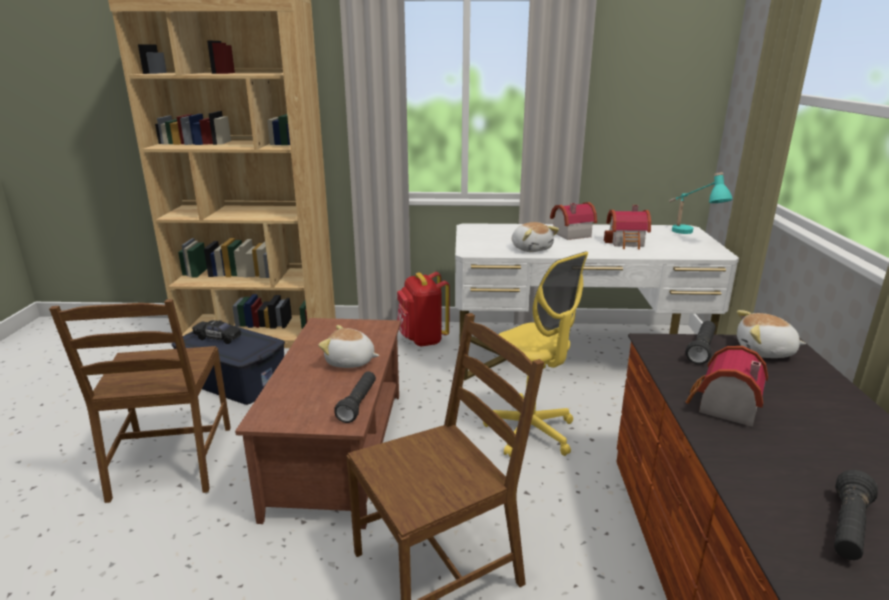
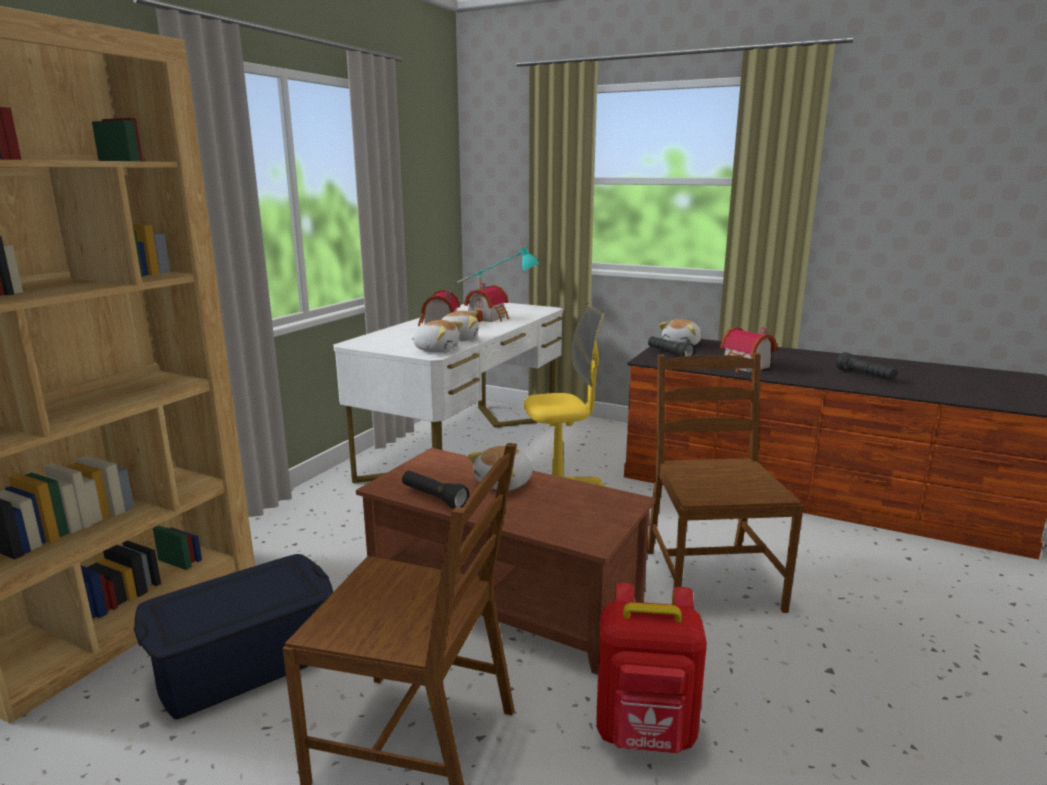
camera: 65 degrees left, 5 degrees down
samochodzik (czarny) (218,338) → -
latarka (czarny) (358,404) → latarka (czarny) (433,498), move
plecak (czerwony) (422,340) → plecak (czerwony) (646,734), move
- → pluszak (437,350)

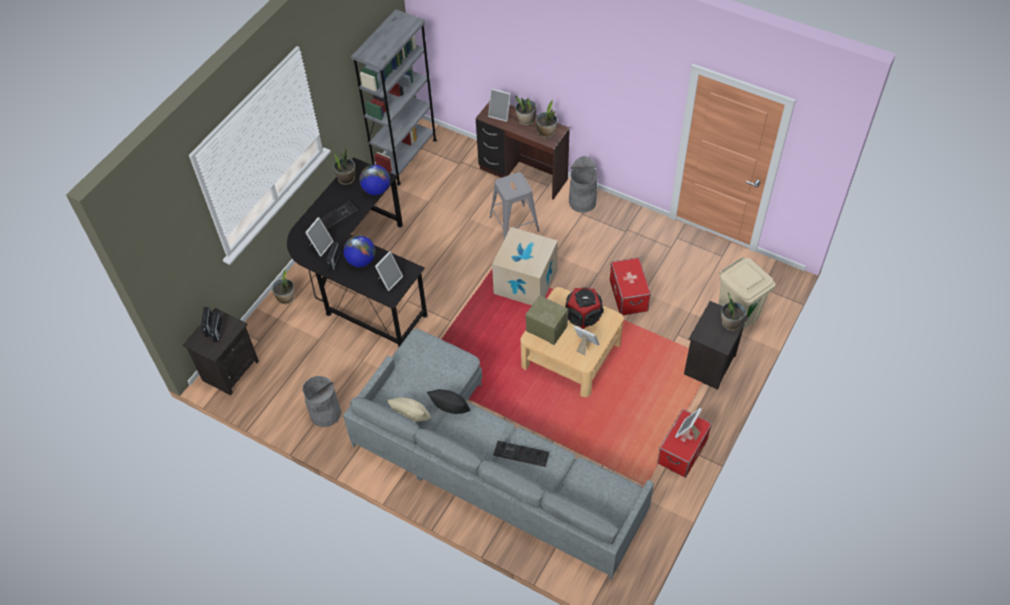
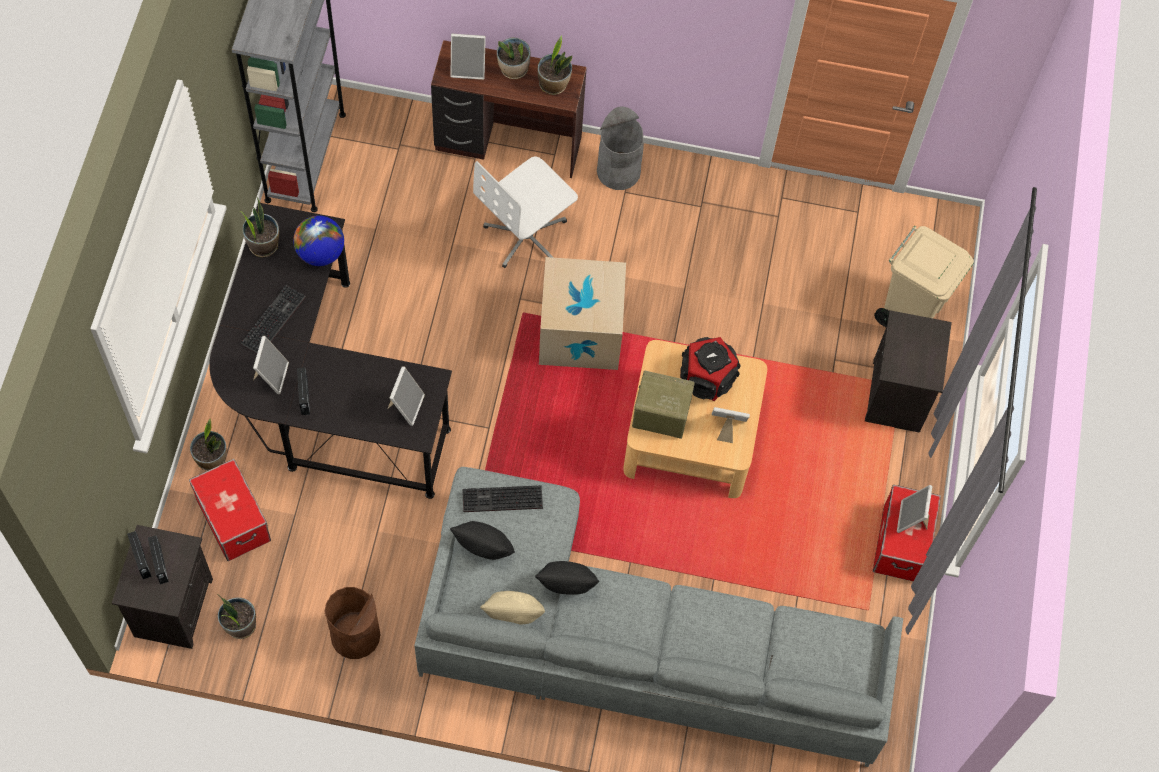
camera: 25 degrees left, 10 degrees up
kosz na śmieci (szary) (325,413) → kosz na śmieci (brązowy) (355,635)
globus (361,261) → -
stołek (szary) (514,224) → krzesło biurowe (biały) (527,235)
klawiatura (520,455) → klawiatura (501,501), move
pojemnik do przechowywania (629,295) → pojemnik do przechowywania (234,520), move
roślina doniczkowa (730,323) → roślina doniczkowa (240,625), move
- → poduszka (czarny) (483,548)

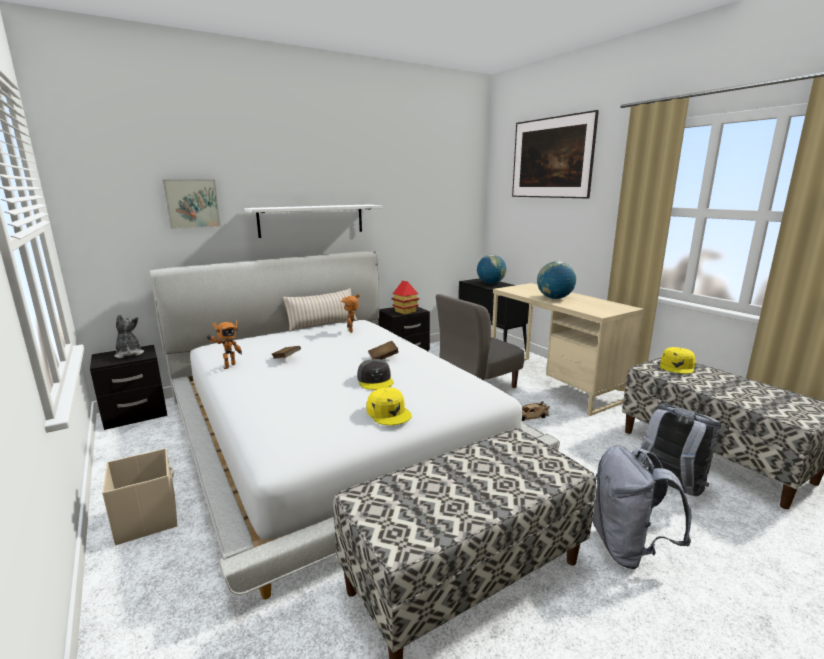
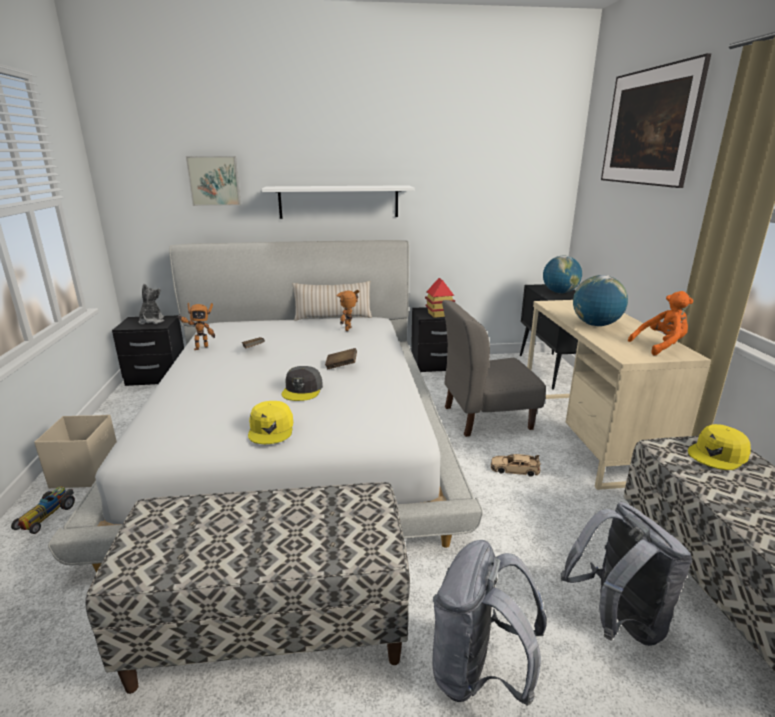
camera: 25 degrees right, 5 degrees up
- → samochodzik (48,515)
- → pluszak (pomarańczowy) (660,346)

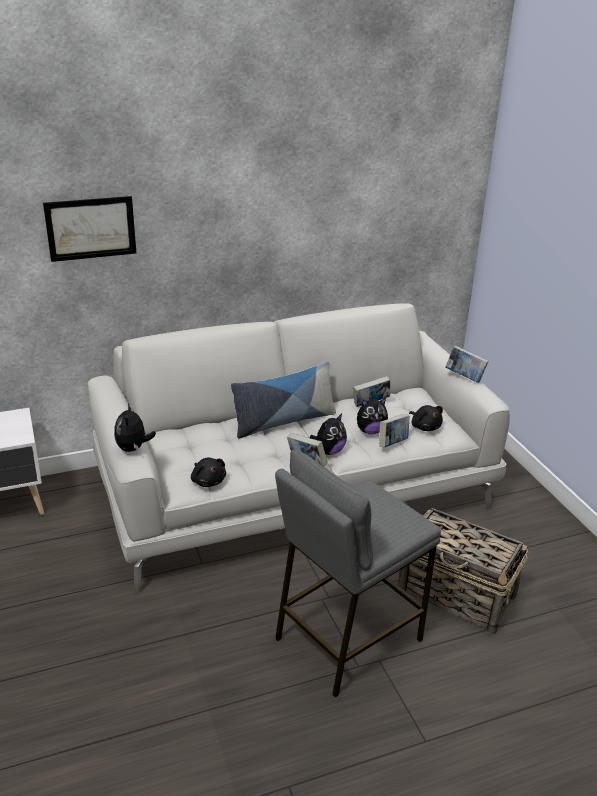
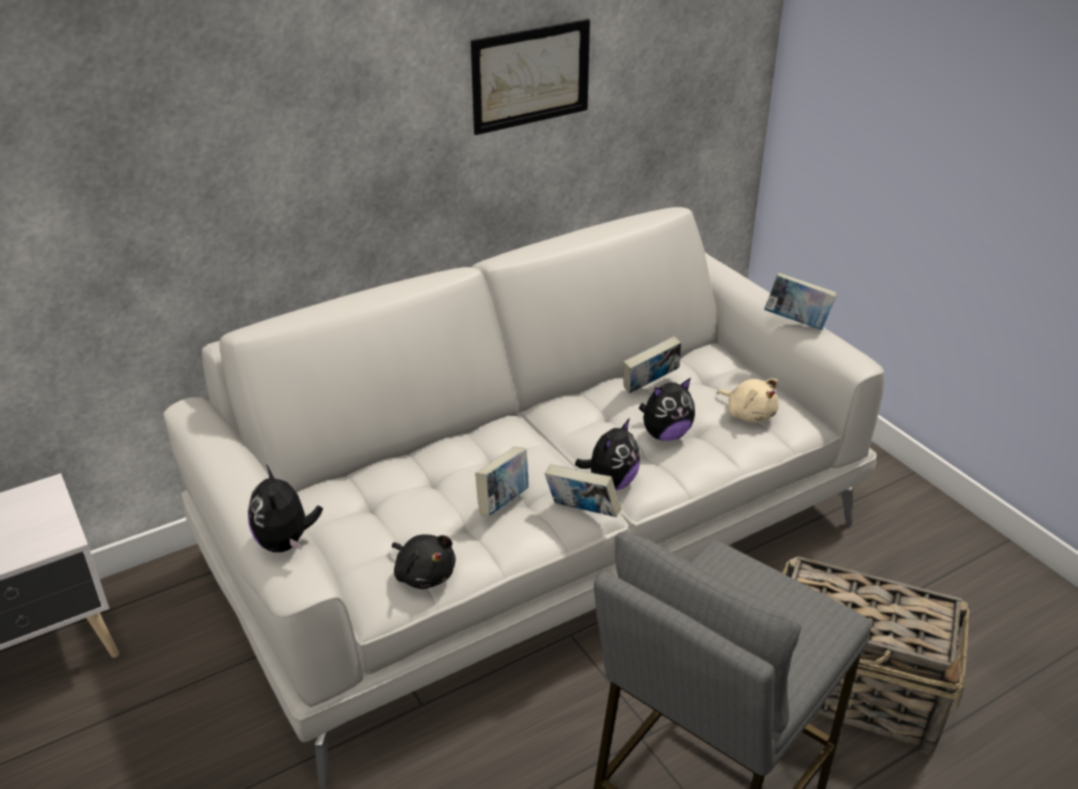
camera: 10 degrees left, 5 degrees up
obraz (91,228) → obraz (531,76), move
poduszka (283,421) → -
książka (393,443) → książka (503,502), move
pluszak (czarny) (425,427) → pluszak (beżowy) (748,414)

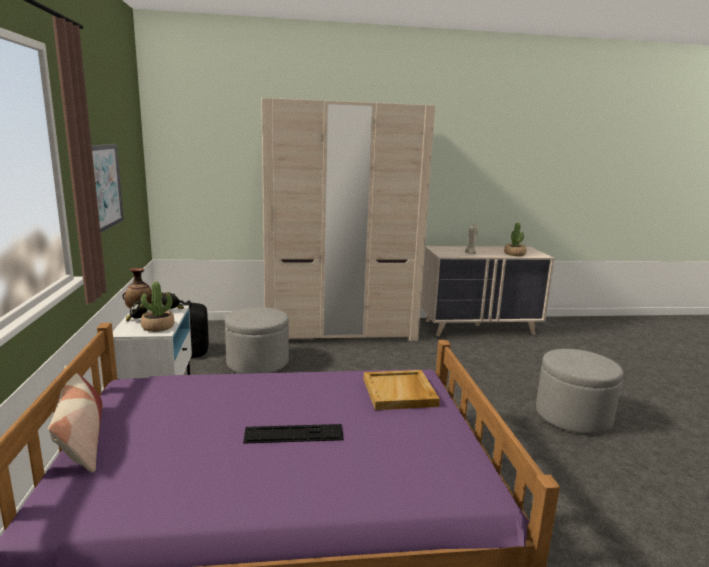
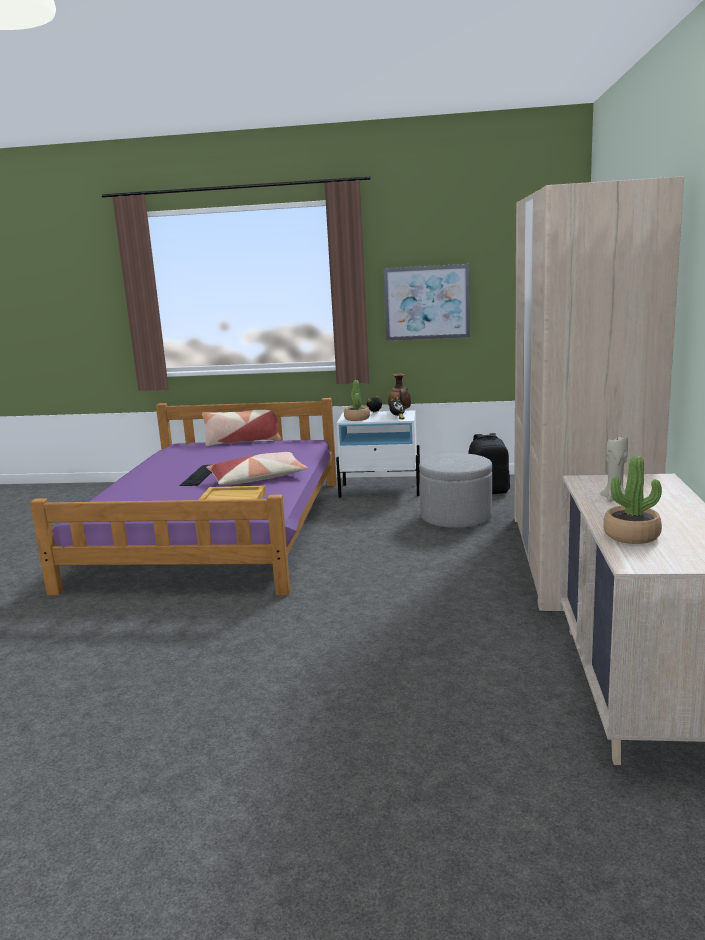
camera: 105 degrees right, 0 degrees up
pufa (szary) (573,416) → -
- → poduszka (258,478)

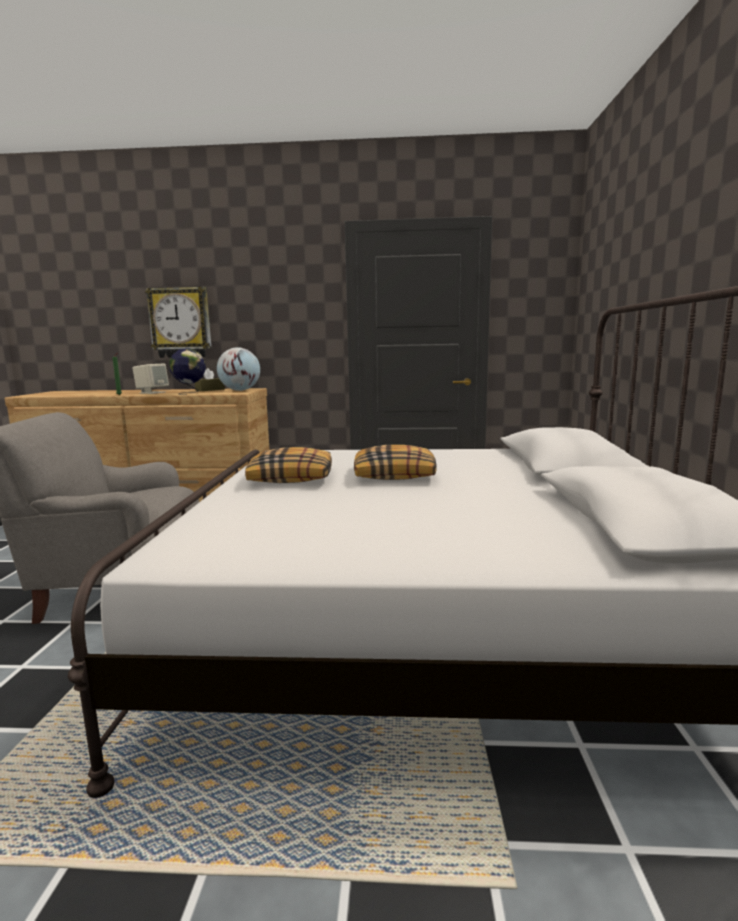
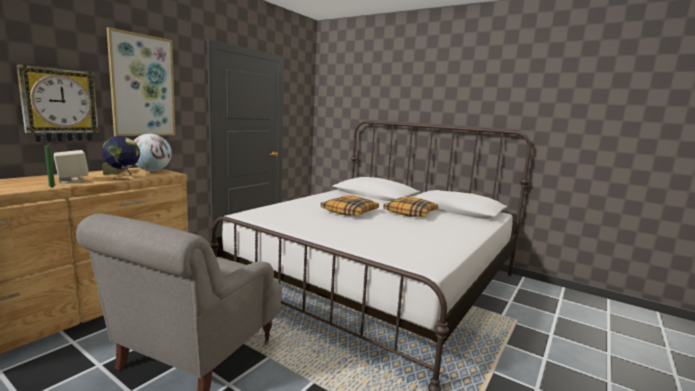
camera: 60 degrees left, 0 degrees up
poduszka (292,478) → poduszka (410,213), move
- → obraz (142,86)

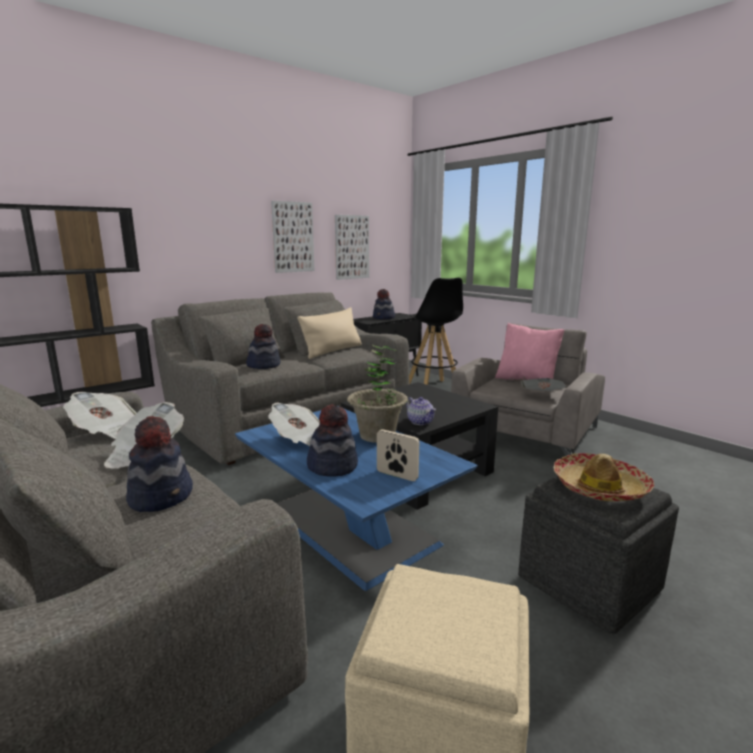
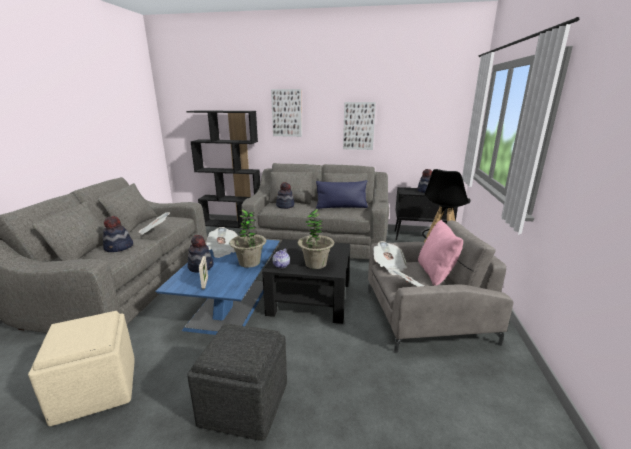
camera: 50 degrees right, 5 degrees up
gazeta (107,432) → gazeta (389,266), move
poduszka (beżowy) (332,351) → poduszka (niebieski) (341,207)
obraz (351,247) → obraz (286,113), move
kapelusz (600,487) → -
- → roślina doniczkowa (315,264)

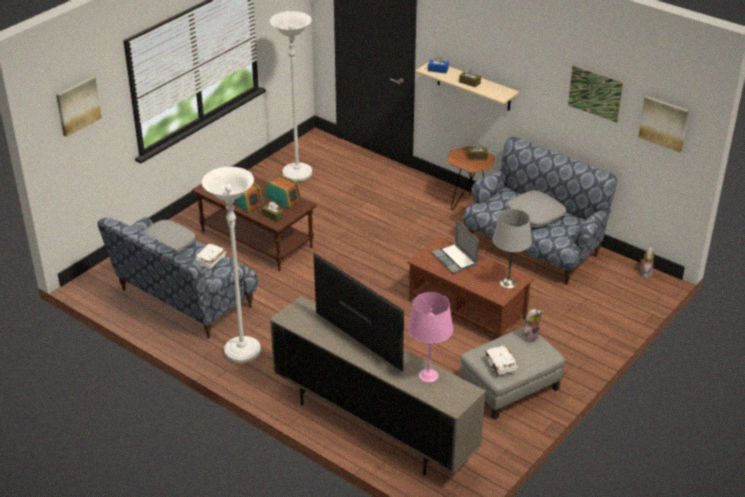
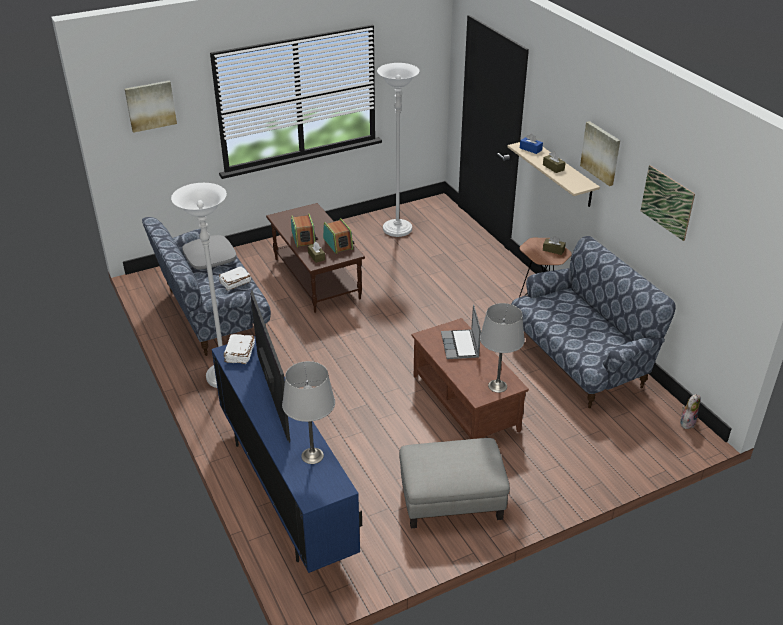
camera: 25 degrees right, 0 degrees up
szafka pod telewizor (beżowy) (372,426) → szafka pod telewizor (niebieski) (285,491)
lampa stołowa (różowy) (429,376) → lampa stołowa (szary) (312,456)
książka (biały) (500,365) → książka (biały) (239,354), move
poduszka (szary) (536,214) → -
pluszak (530,336) → -
obraz (664,123) → obraz (601,153), move

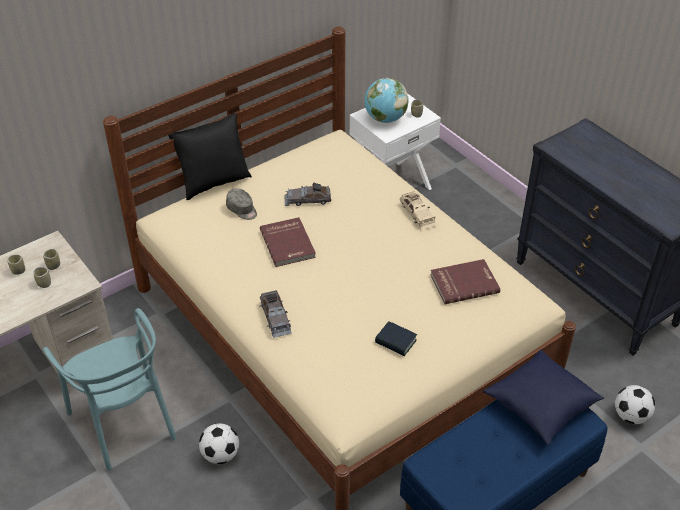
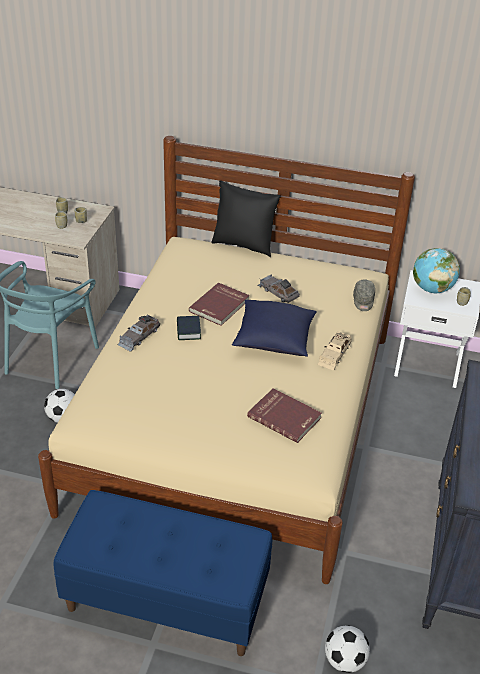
camera: 50 degrees right, 5 degrees down
czapka z daszkiem (szary) (242,210) → czapka z daszkiem (szary) (363,301), move
książka (396,342) → książka (188,331), move
poduszka (niebieski) (541,406) → poduszka (niebieski) (273,340), move

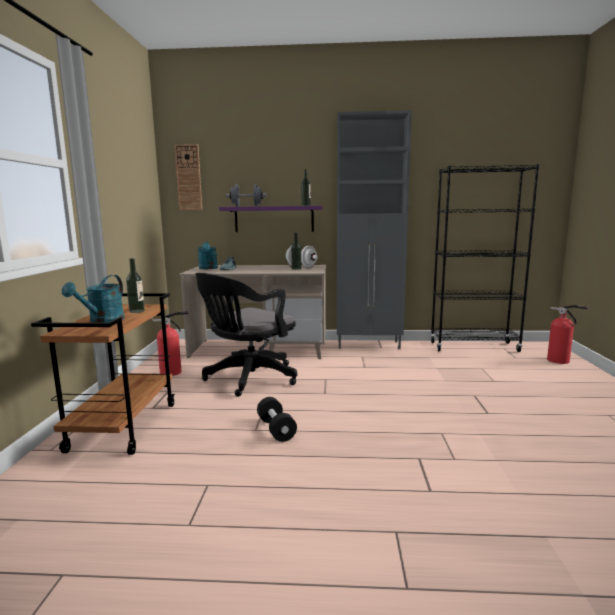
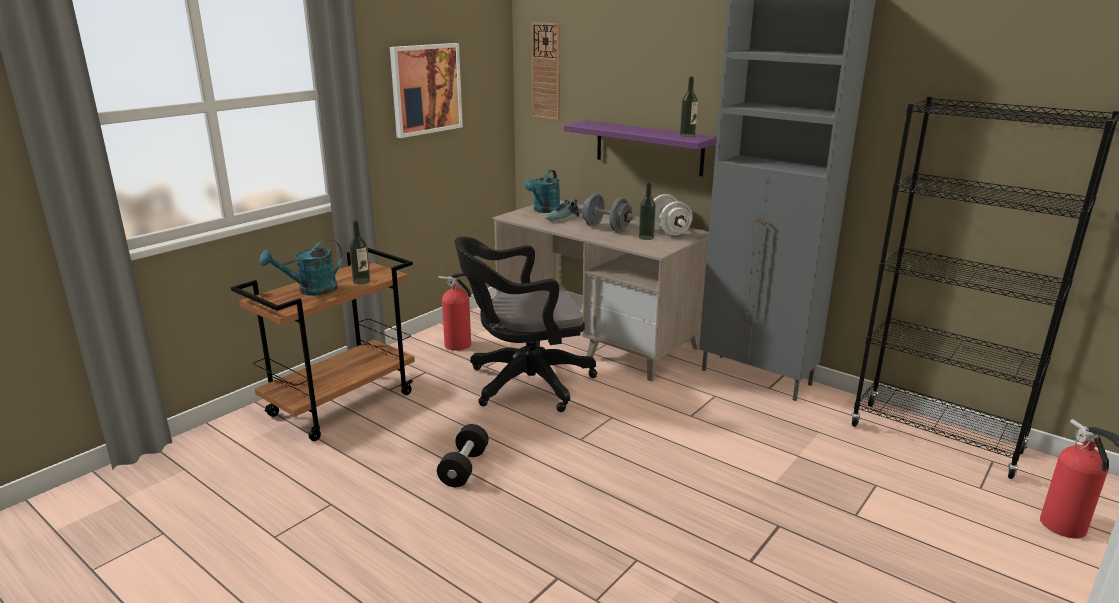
camera: 35 degrees right, 10 degrees up
hantel (szary) (246,206) → hantel (szary) (606,228), move
- → obraz (426,89)

